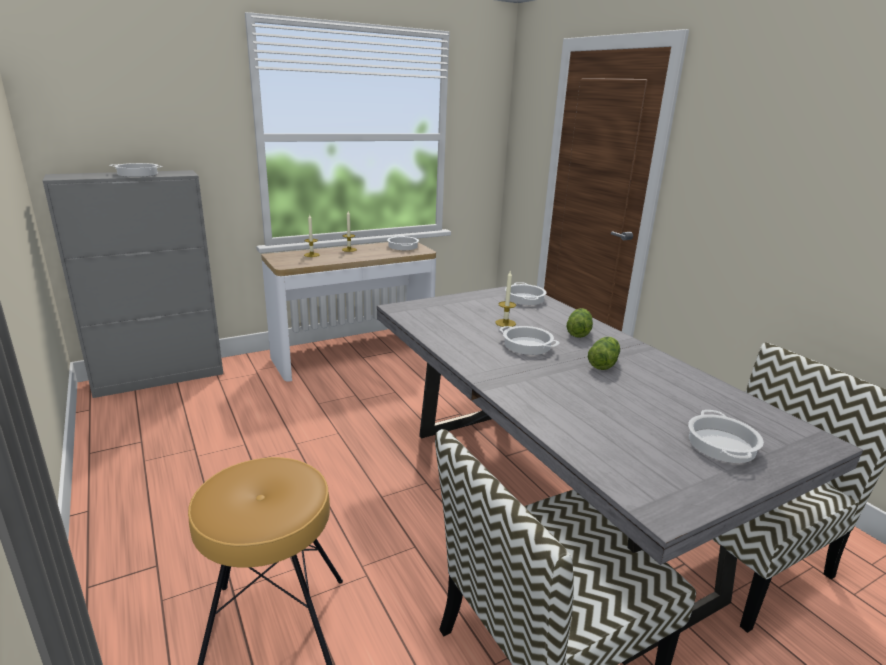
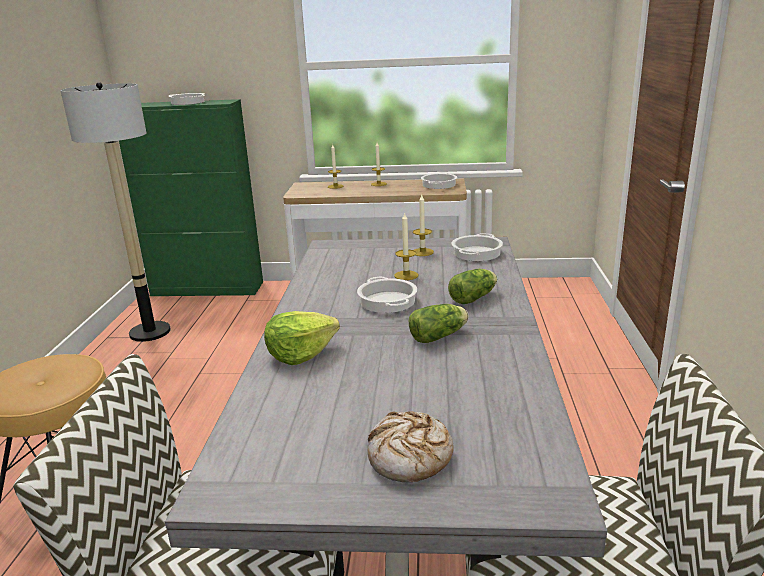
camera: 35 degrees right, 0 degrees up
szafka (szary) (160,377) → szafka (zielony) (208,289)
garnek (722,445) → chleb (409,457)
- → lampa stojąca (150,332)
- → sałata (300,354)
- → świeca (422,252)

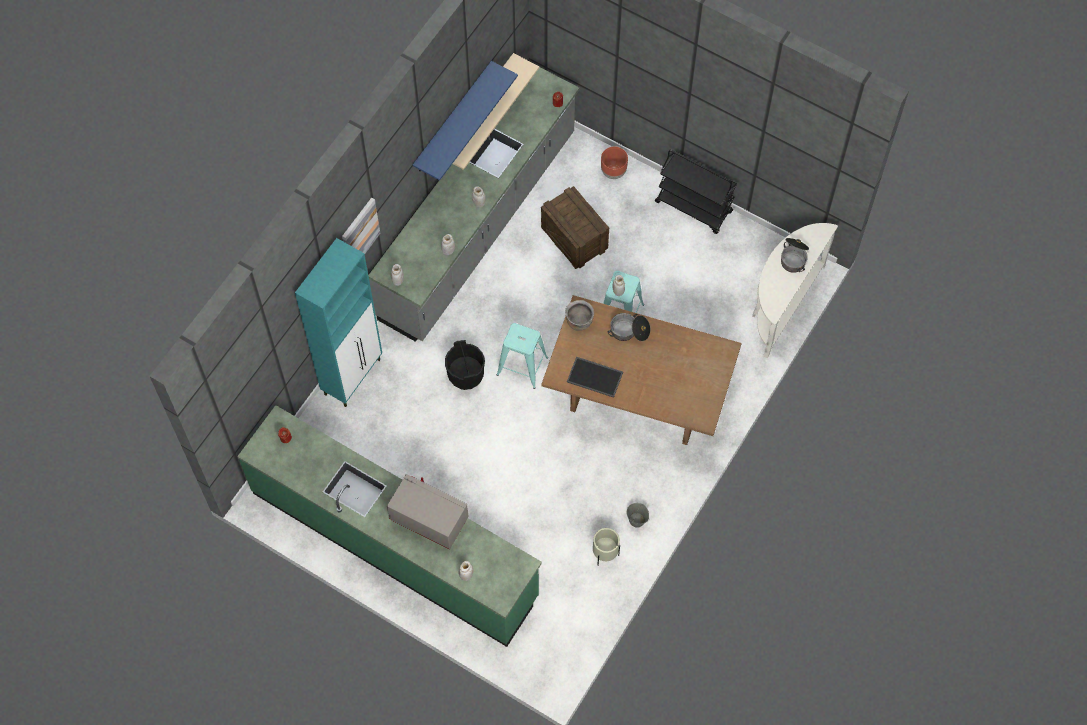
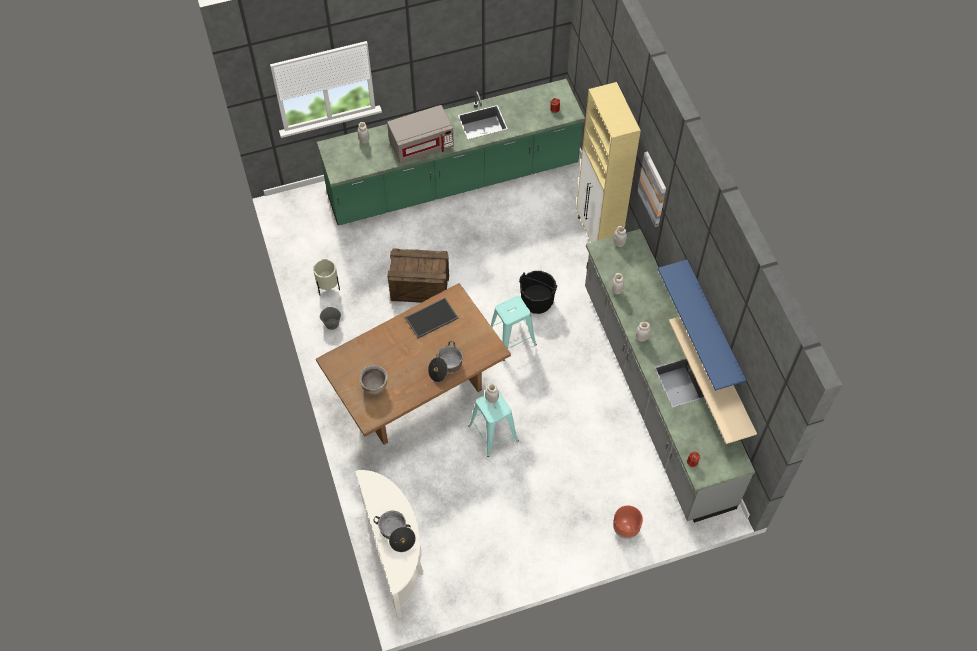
camera: 130 degrees right, 5 degrees down
szafka (turkusowy) (353,376) → szafka (beżowy) (598,236)
skrzynka (574,238) → skrzynka (419,287), move
garnek (brązowy) (579,322) → garnek (brązowy) (375,387), move
wózek (czarny) (694,207) → -

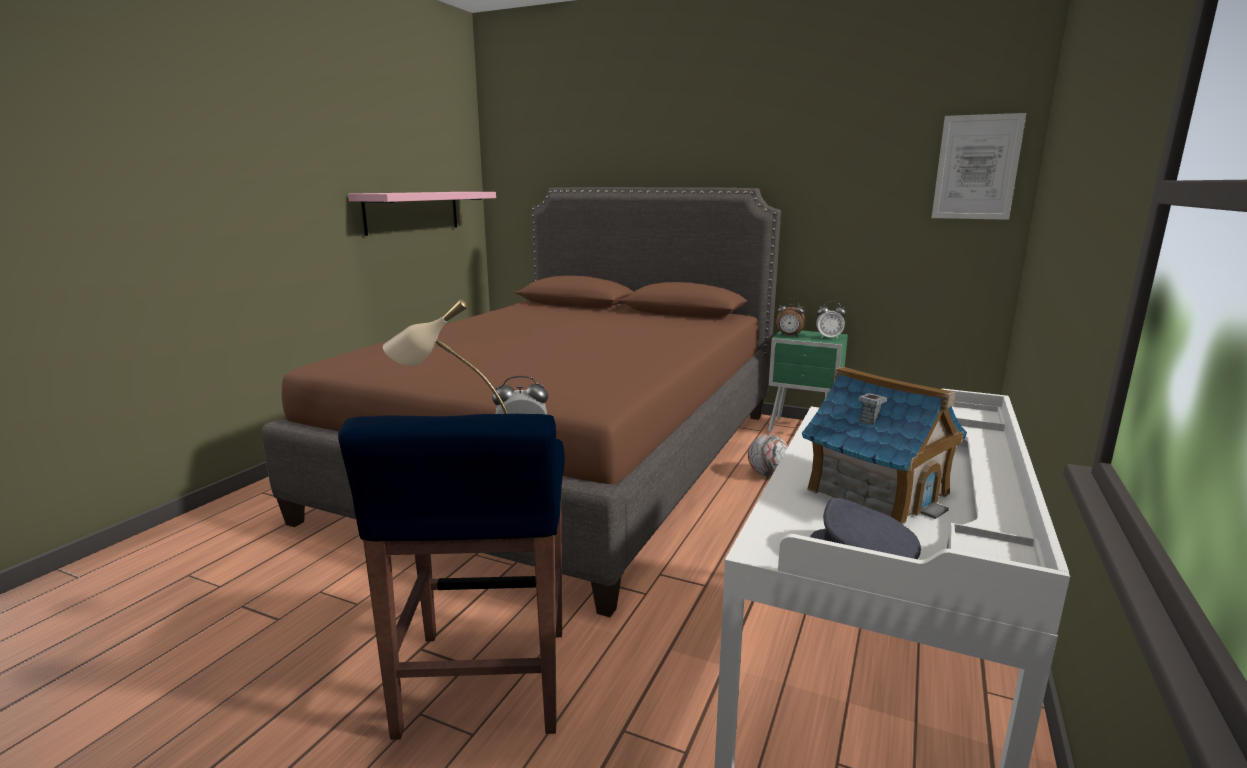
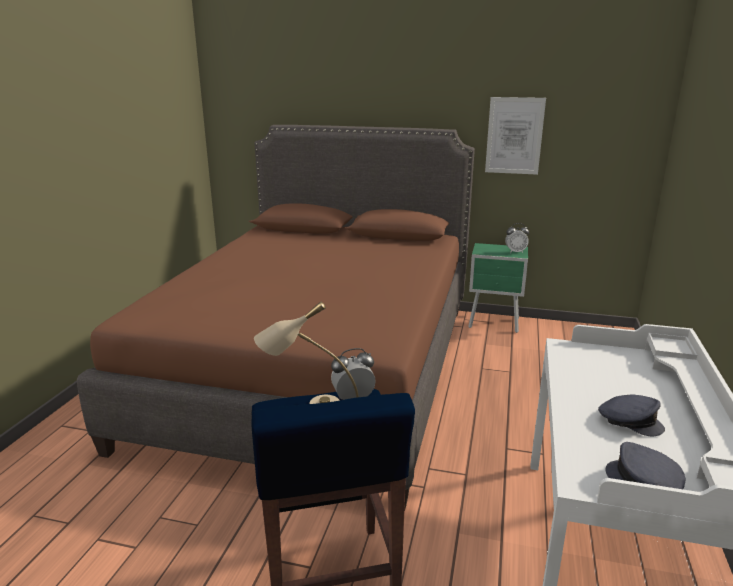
camera: 10 degrees left, 5 degrees up
półka (różowy) (412,212) → -
piłka futbolowa (767,474) → -
budzik (789,336) → -
domek (877,491) → czapka z daszkiem (szary) (629,420)
obraz (976,167) → obraz (514,136), move

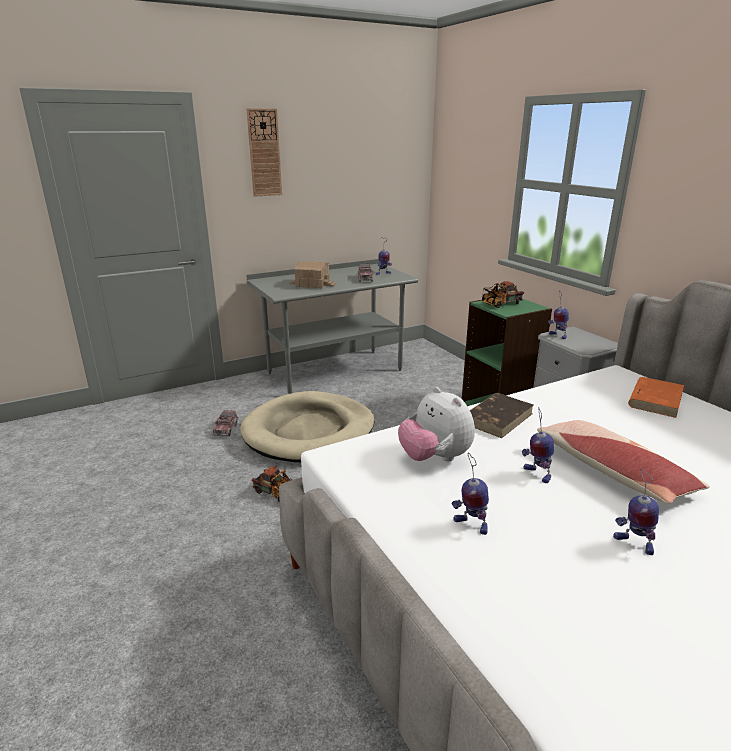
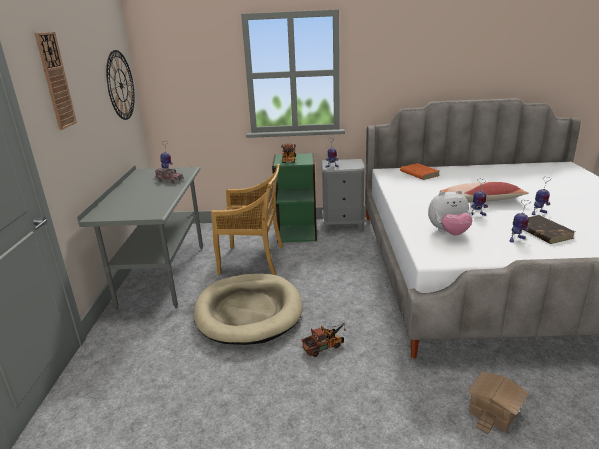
camera: 60 degrees left, 0 degrees up
ciężarówka zabawkowa (226,429) → -
domek (312,283) → domek (493,410), move
książka (brązowy) (497,417) → książka (brązowy) (542,232), move
- → zegar ścienny (121,85)
- → krzesło (beżowy) (253,260)

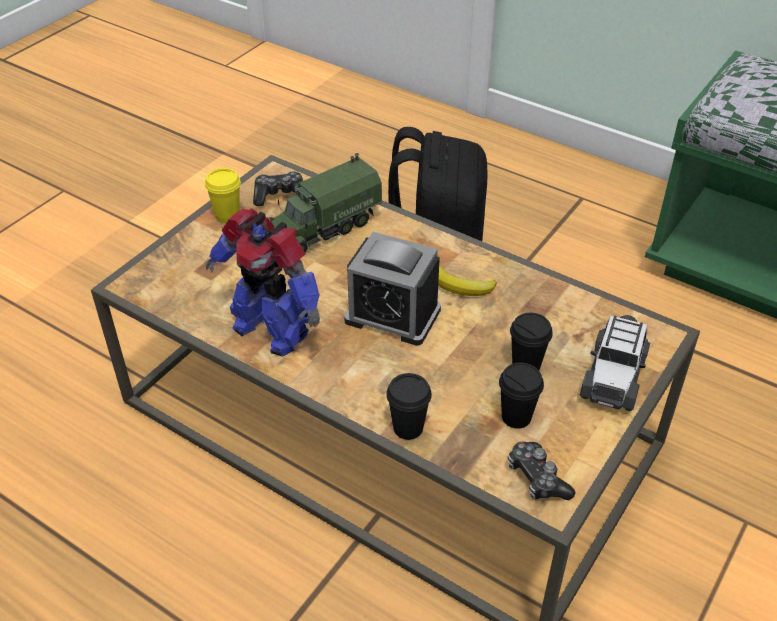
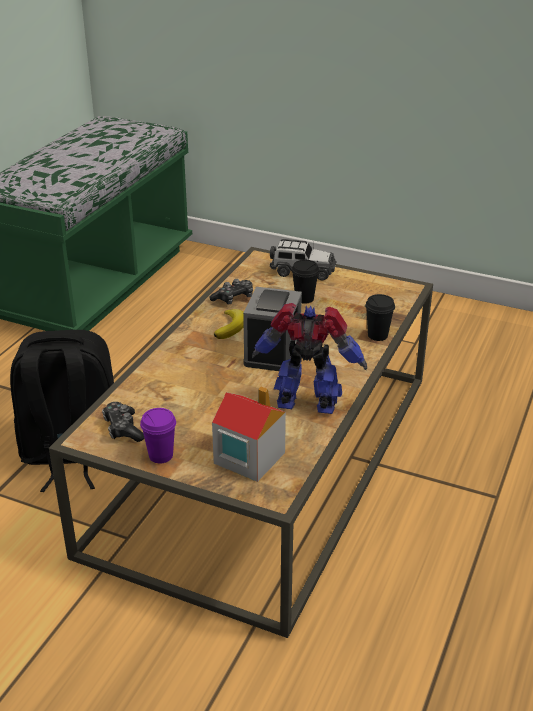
camera: 100 degrees left, 10 degrees down
filiżanka (żółty) (227,216) → filiżanka (fioletowy) (161,456)
robot zabawkowy (271,330) → robot zabawkowy (307,404), 105 degrees counterclockwise
ciężarówka zabawkowa (321,229) → -
filiżanka (czarny) (516,417) → -
pad do gier (537,478) → pad do gier (233,298), move
- → domek (248,457)

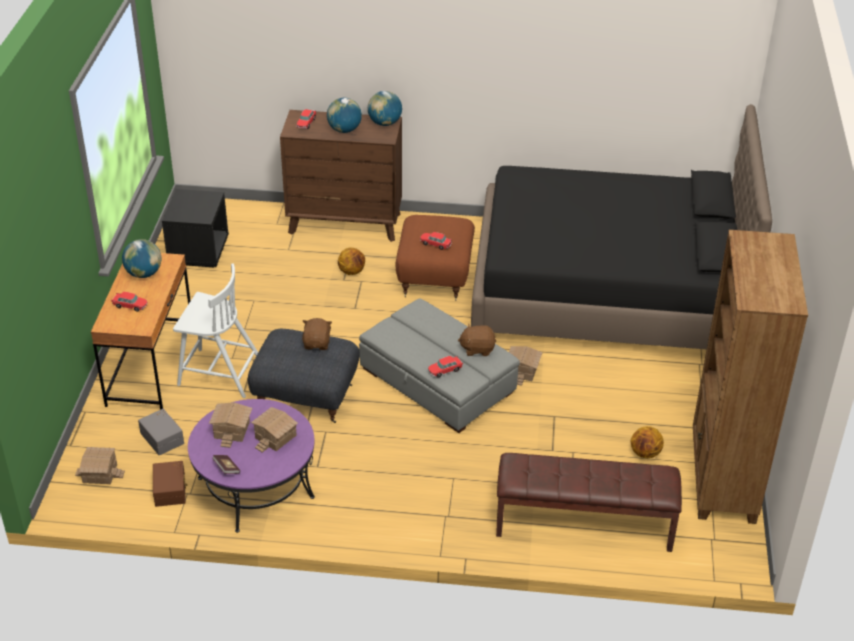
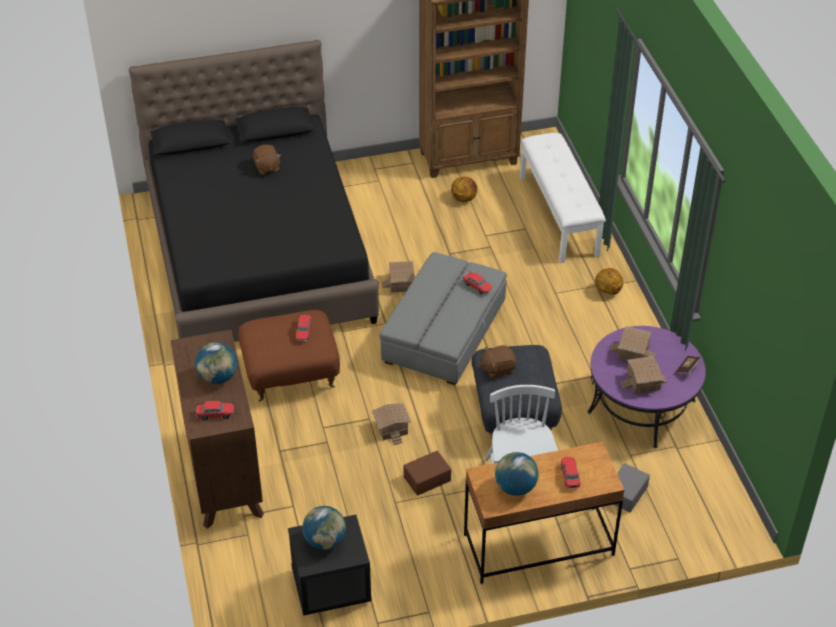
camera: 110 degrees left, 5 degrees up
domek (99,474) → domek (392,427), move
pojemnik do przechowywania (brązowy) (171,489) → pojemnik do przechowywania (brązowy) (426,478), move
piłka do koszykówki (352,271) → piłka do koszykówki (607,291), move
globus (384,123) → globus (325,540), move
pluszak (brązowy) (477,349) → pluszak (brązowy) (267,167), move
ławka (brązowy) (583,525) → ławka (biały) (559,216)

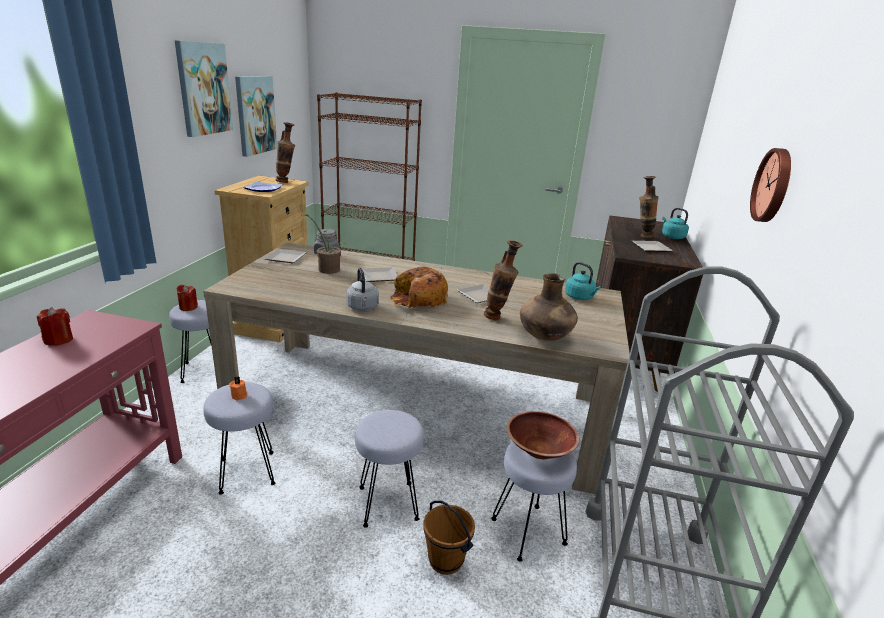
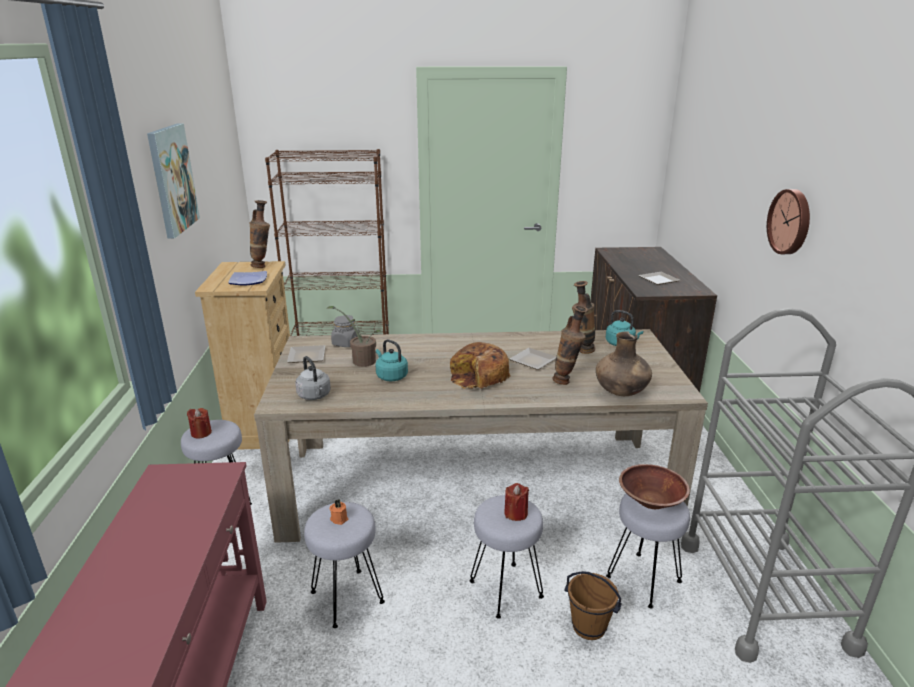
camera: 15 degrees left, 0 degrees up
świeca (czerwony) (58,340) → świeca (czerwony) (516,513), move
obraz (255,115) → -
czajnik (szary) (362,308) → czajnik (szary) (315,396), move
talerz (378,277) → -
wazon (642,236) → wazon (581,351), move
czajnik (turkusowy) (671,237) → czajnik (turkusowy) (390,376), move

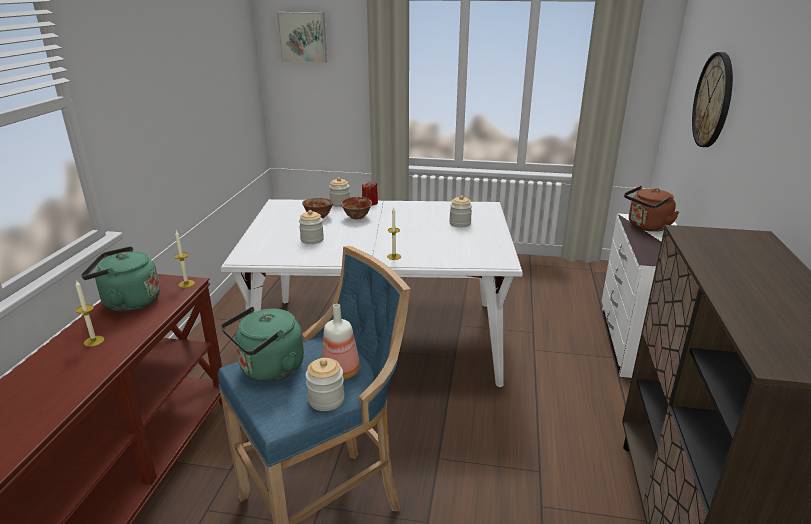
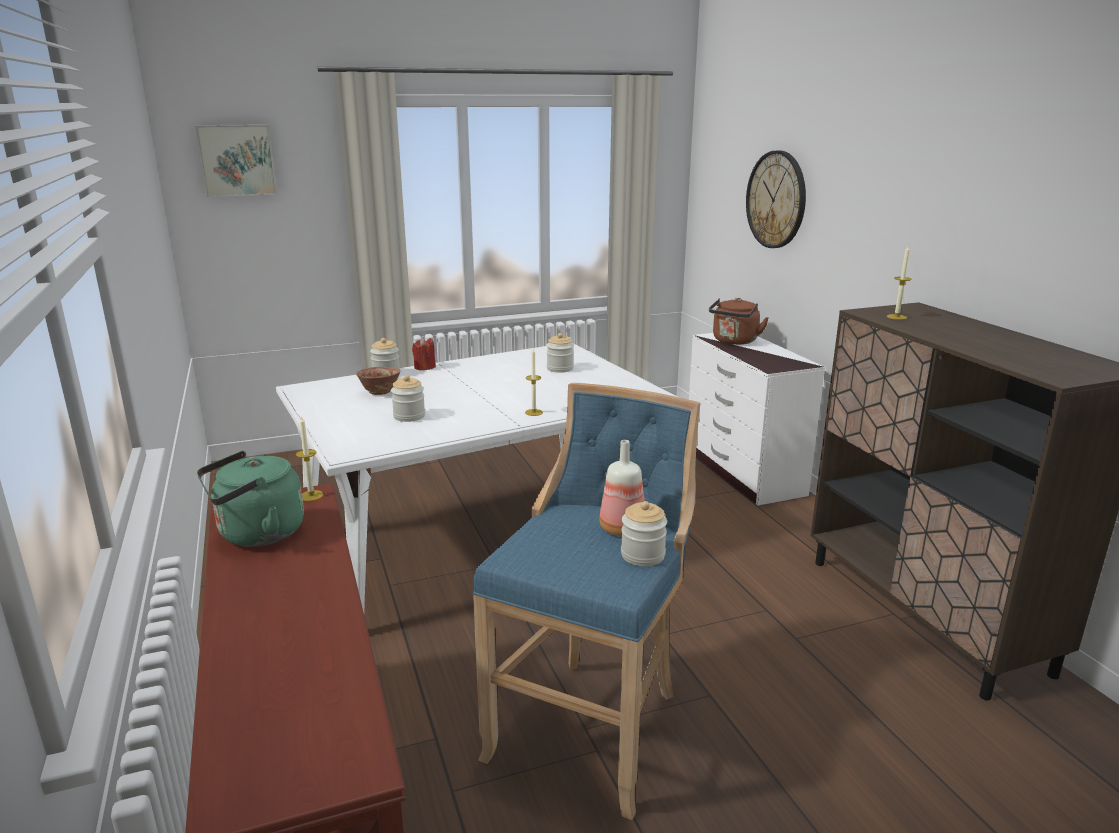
camera: 30 degrees left, 5 degrees down
świeca (94,341) → świeca (896,317), move
czajnik (zielony) (269,369) → -
miska (357,217) → -

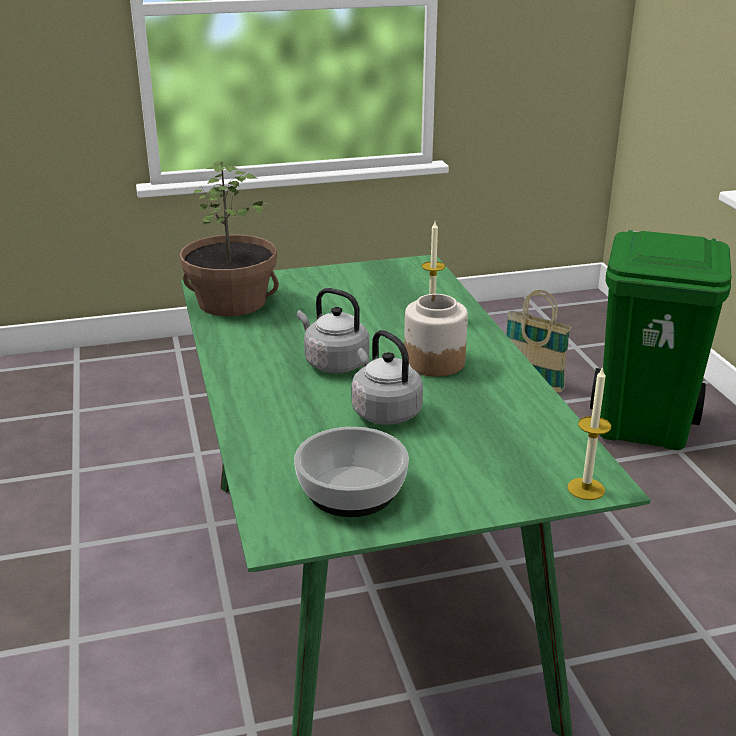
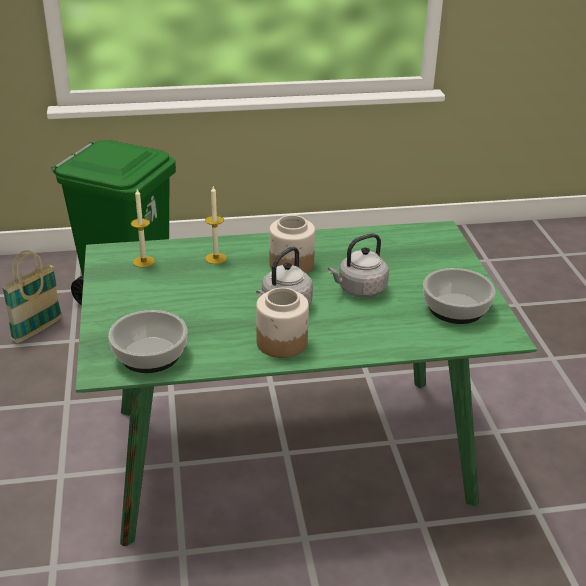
camera: 85 degrees left, 5 degrees up
roślina doniczkowa (231,302) → miska (150,355)
świeca (586,489) → świeca (143,261), move
- → słoik (282,342)

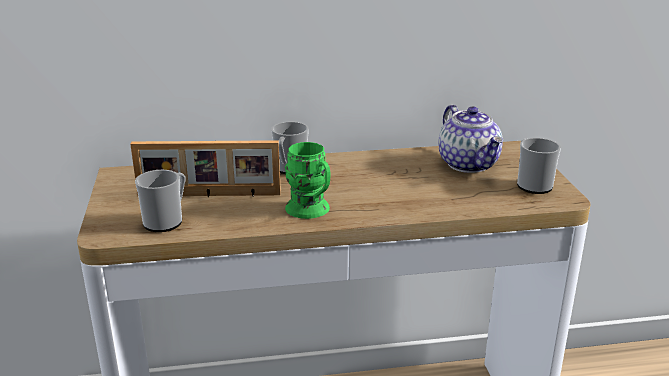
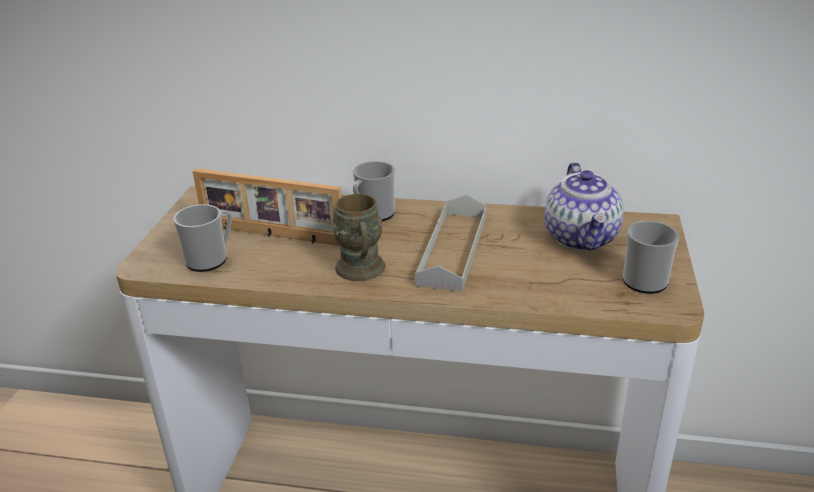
camera: 20 degrees right, 5 degrees up
kubek (zielony) (312,211) → kubek (brązowy) (362,272)
- → taca (szary) (453,249)

